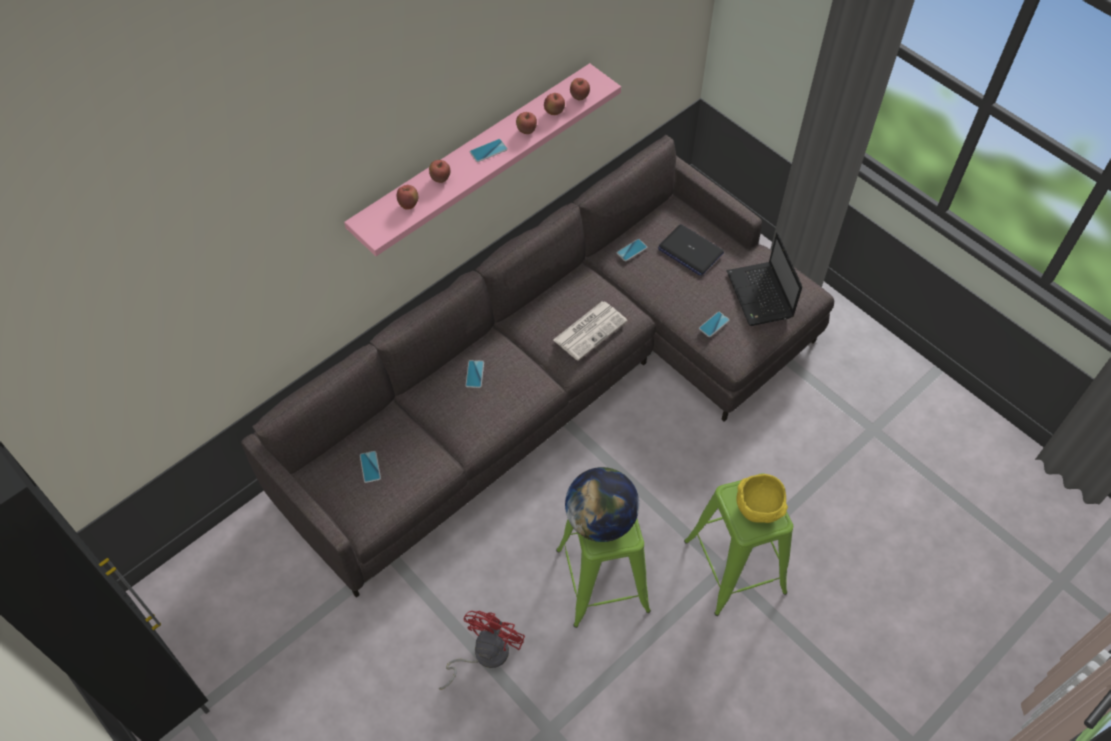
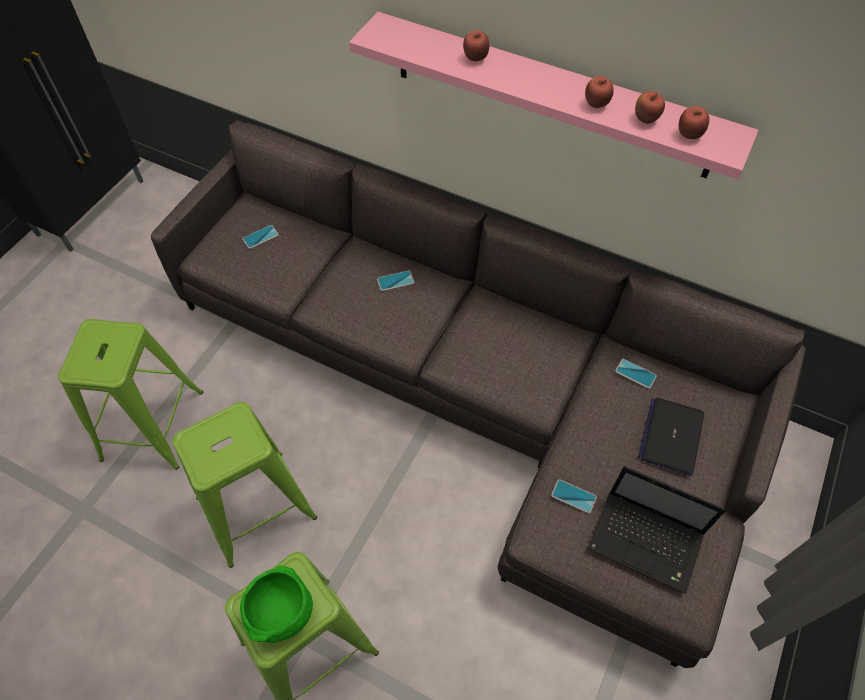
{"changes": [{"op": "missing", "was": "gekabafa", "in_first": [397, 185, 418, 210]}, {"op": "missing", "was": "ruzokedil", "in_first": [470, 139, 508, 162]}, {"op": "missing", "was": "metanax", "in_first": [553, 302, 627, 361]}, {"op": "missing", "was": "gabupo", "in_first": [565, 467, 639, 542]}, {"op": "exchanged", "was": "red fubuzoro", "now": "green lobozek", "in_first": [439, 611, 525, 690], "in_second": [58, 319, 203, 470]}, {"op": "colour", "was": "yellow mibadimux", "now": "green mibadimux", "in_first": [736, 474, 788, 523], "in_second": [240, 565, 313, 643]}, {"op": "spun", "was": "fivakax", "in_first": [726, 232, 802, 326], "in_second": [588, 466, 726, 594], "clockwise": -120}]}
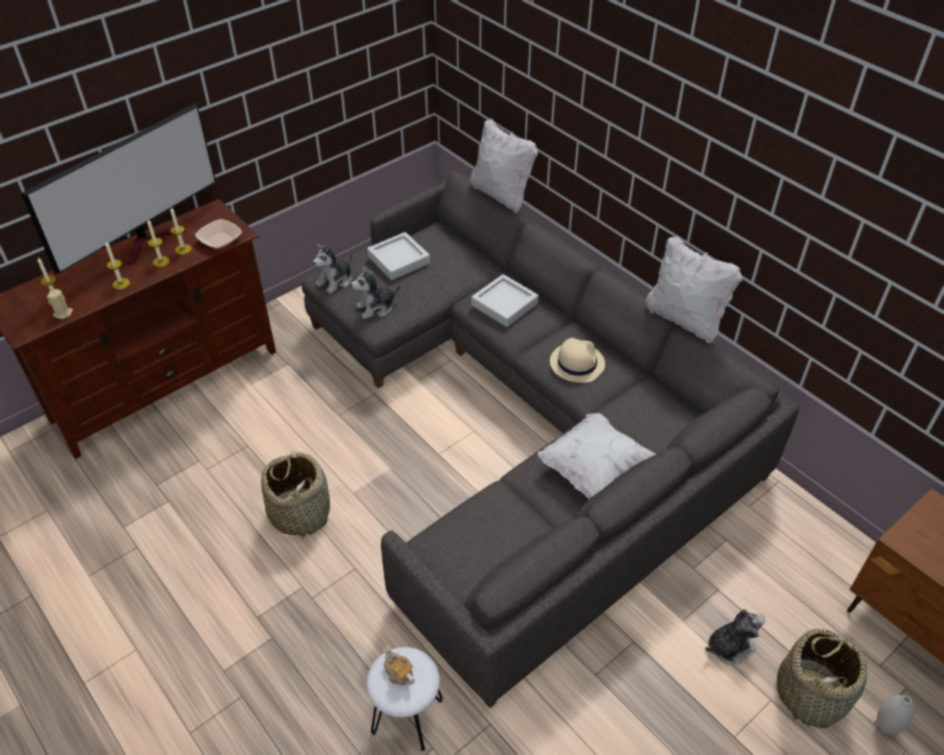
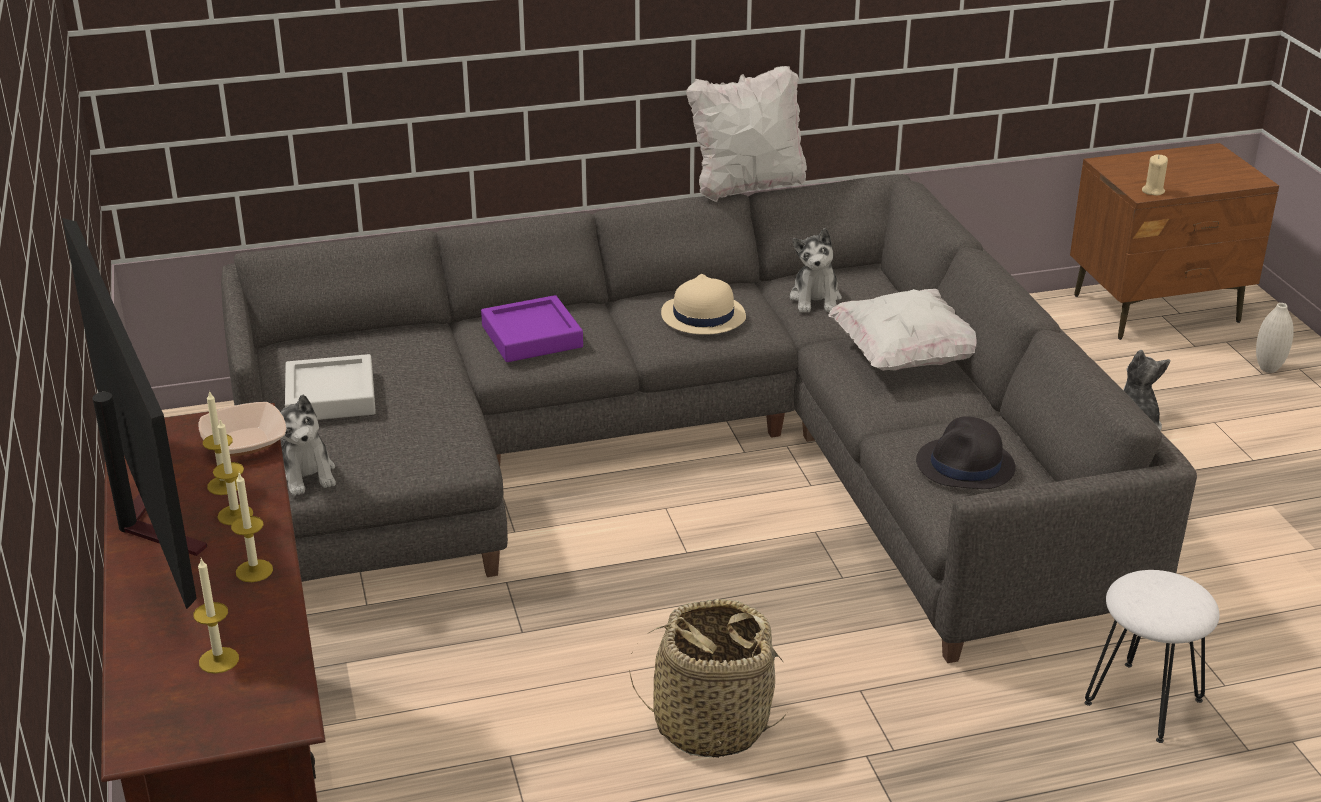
{"changes": [{"op": "missing", "was": "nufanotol", "in_first": [384, 646, 414, 685]}, {"op": "missing", "was": "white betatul", "in_first": [470, 118, 538, 213]}, {"op": "missing", "was": "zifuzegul", "in_first": [777, 629, 867, 728]}, {"op": "appeared", "now": "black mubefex", "in_second": [916, 416, 1016, 489]}, {"op": "relocated", "was": "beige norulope", "in_first": [47, 289, 73, 319], "in_second": [1142, 155, 1168, 196]}, {"op": "relocated", "was": "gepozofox", "in_first": [351, 265, 400, 319], "in_second": [790, 228, 842, 312]}, {"op": "colour", "was": "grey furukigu", "now": "purple furukigu", "in_first": [471, 274, 539, 327], "in_second": [481, 295, 583, 362]}]}
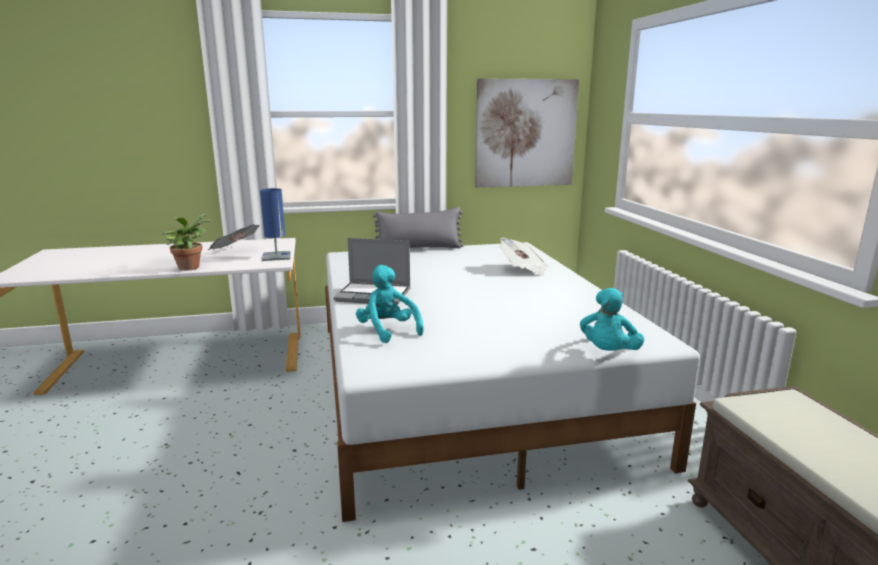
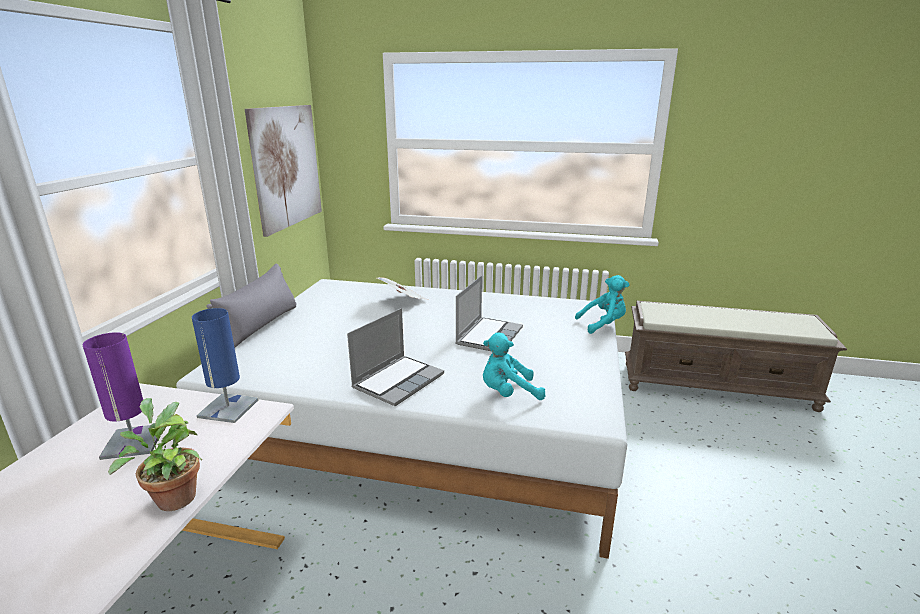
{"changes": [{"op": "appeared", "now": "fivakax", "in_second": [455, 275, 523, 351]}, {"op": "exchanged", "was": "metanax", "now": "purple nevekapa", "in_first": [208, 224, 259, 250], "in_second": [83, 332, 158, 460]}, {"op": "spun", "was": "turquoise gepozofox", "in_first": [580, 288, 644, 351], "in_second": [575, 275, 629, 334], "clockwise": -60}]}
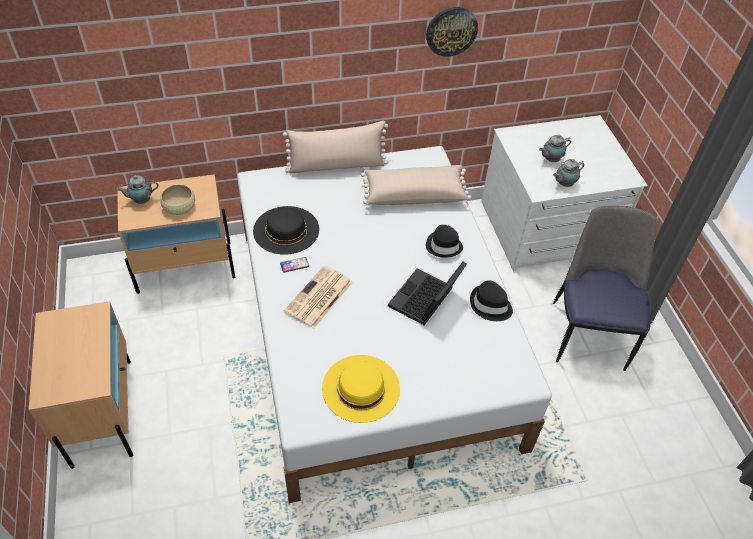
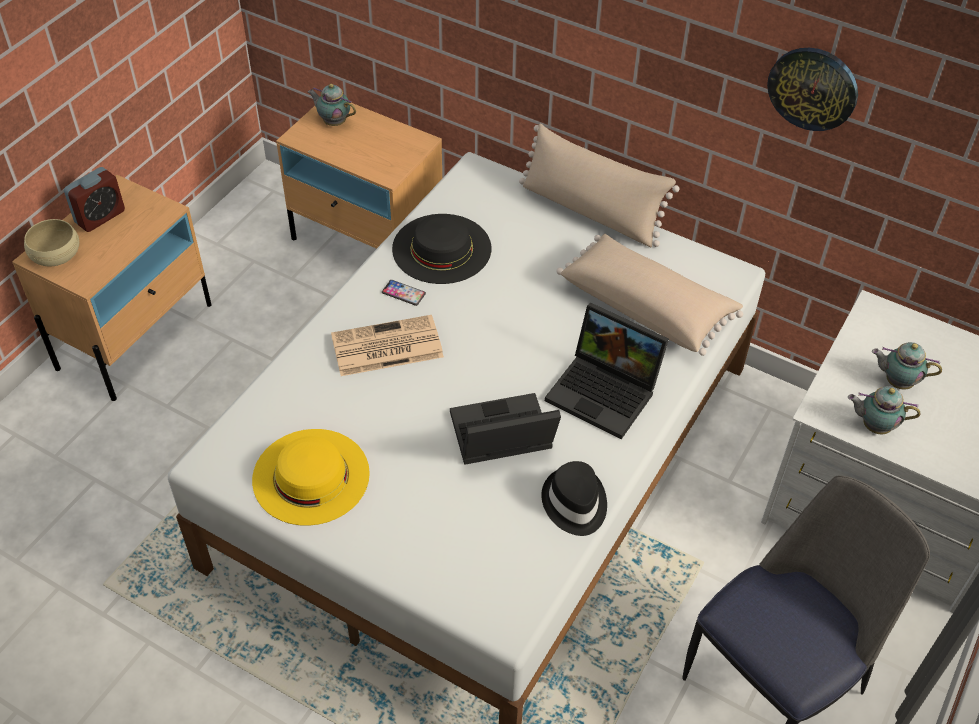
{"changes": [{"op": "appeared", "now": "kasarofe", "in_second": [64, 167, 125, 232]}, {"op": "relocated", "was": "beige mibadimux", "in_first": [160, 184, 195, 215], "in_second": [24, 219, 79, 267]}, {"op": "exchanged", "was": "black mubefex", "now": "fivakax", "in_first": [426, 225, 463, 258], "in_second": [545, 303, 669, 439]}]}
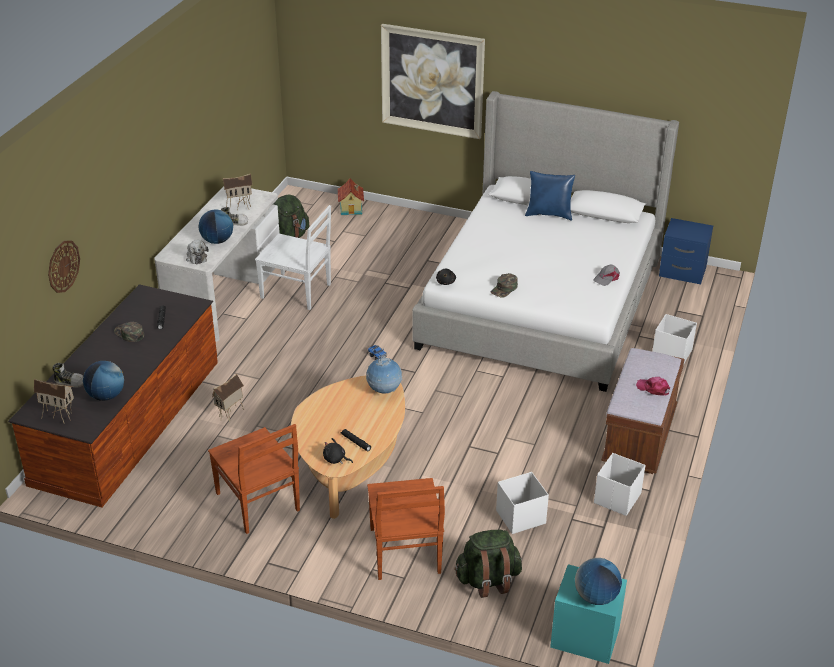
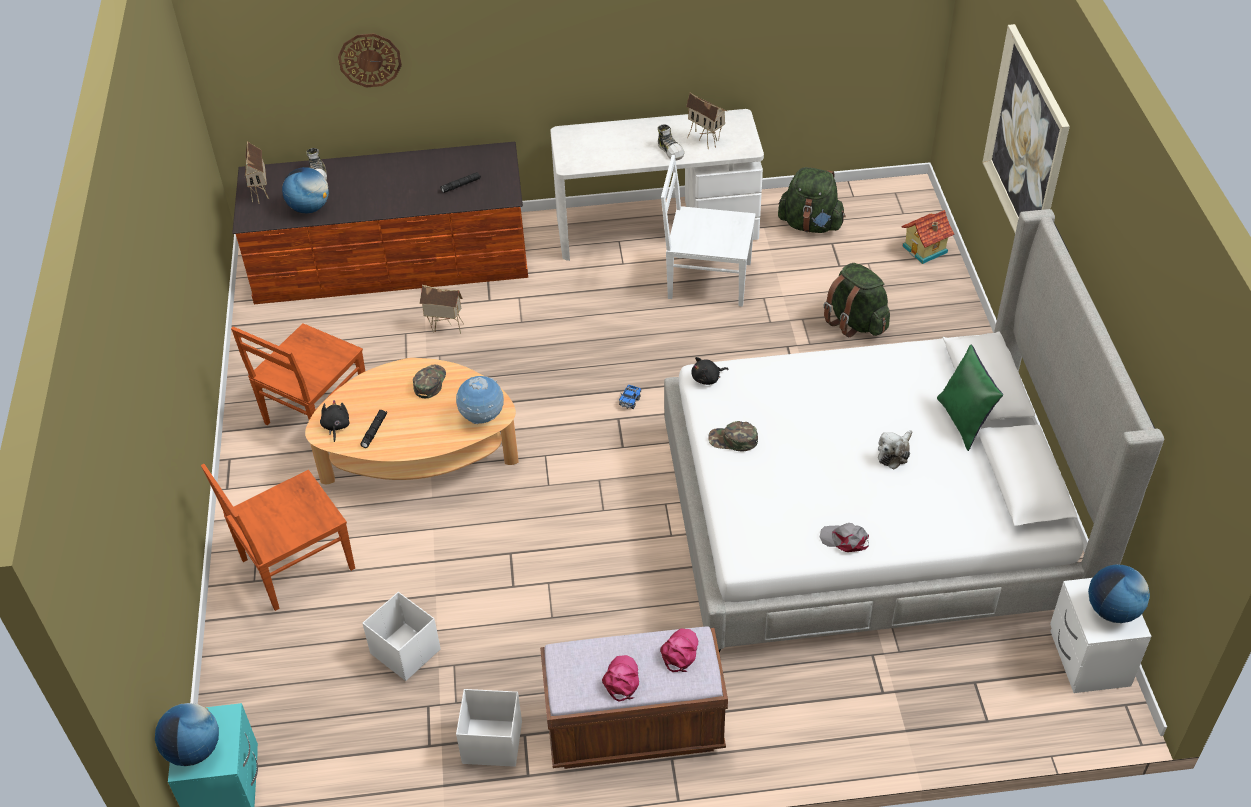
{"changes": [{"op": "missing", "was": "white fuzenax", "in_first": [652, 314, 697, 363]}, {"op": "appeared", "now": "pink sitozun", "in_second": [660, 629, 698, 672]}, {"op": "relocated", "was": "green sitozun", "in_first": [114, 322, 144, 342], "in_second": [413, 365, 446, 398]}, {"op": "relocated", "was": "gepozofox", "in_first": [186, 240, 209, 264], "in_second": [878, 430, 912, 469]}, {"op": "relocated", "was": "gabupo", "in_first": [199, 209, 233, 244], "in_second": [1088, 564, 1150, 623]}, {"op": "relocated", "was": "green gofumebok", "in_first": [454, 530, 522, 598], "in_second": [824, 263, 890, 337]}, {"op": "colour", "was": "blue betatul", "now": "green betatul", "in_first": [525, 171, 575, 220], "in_second": [937, 344, 1003, 451]}, {"op": "colour", "was": "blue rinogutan", "now": "white rinogutan", "in_first": [659, 218, 713, 284], "in_second": [1050, 578, 1152, 693]}, {"op": "spun", "was": "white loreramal", "in_first": [255, 205, 331, 310], "in_second": [661, 155, 755, 307], "clockwise": 105}]}
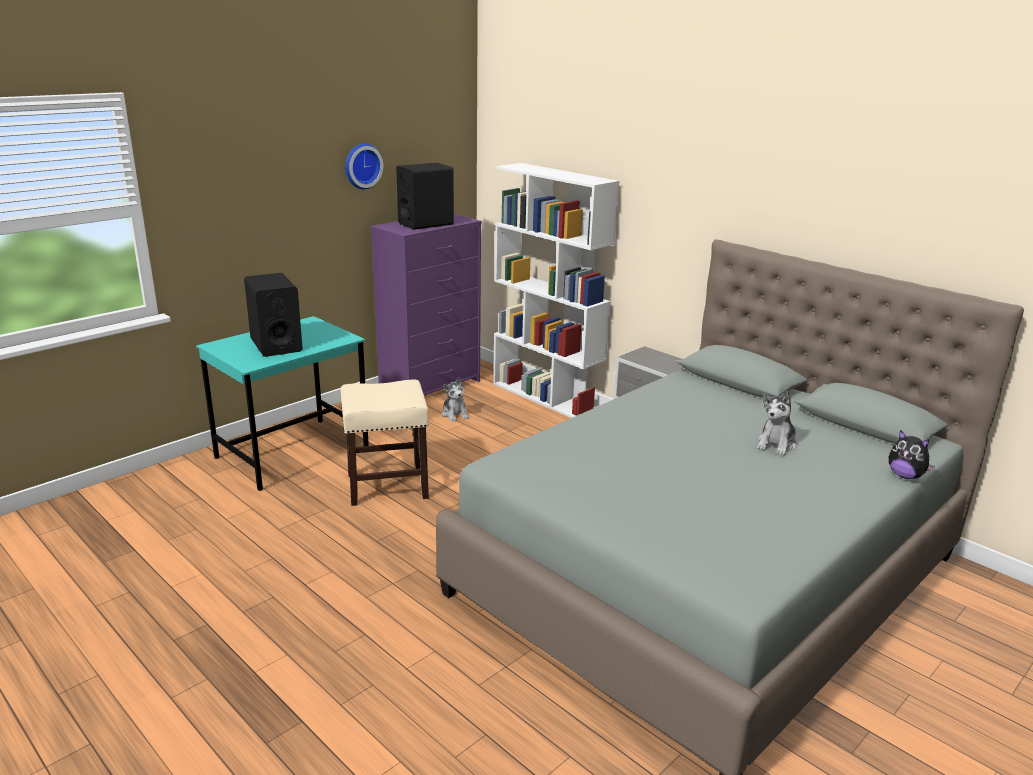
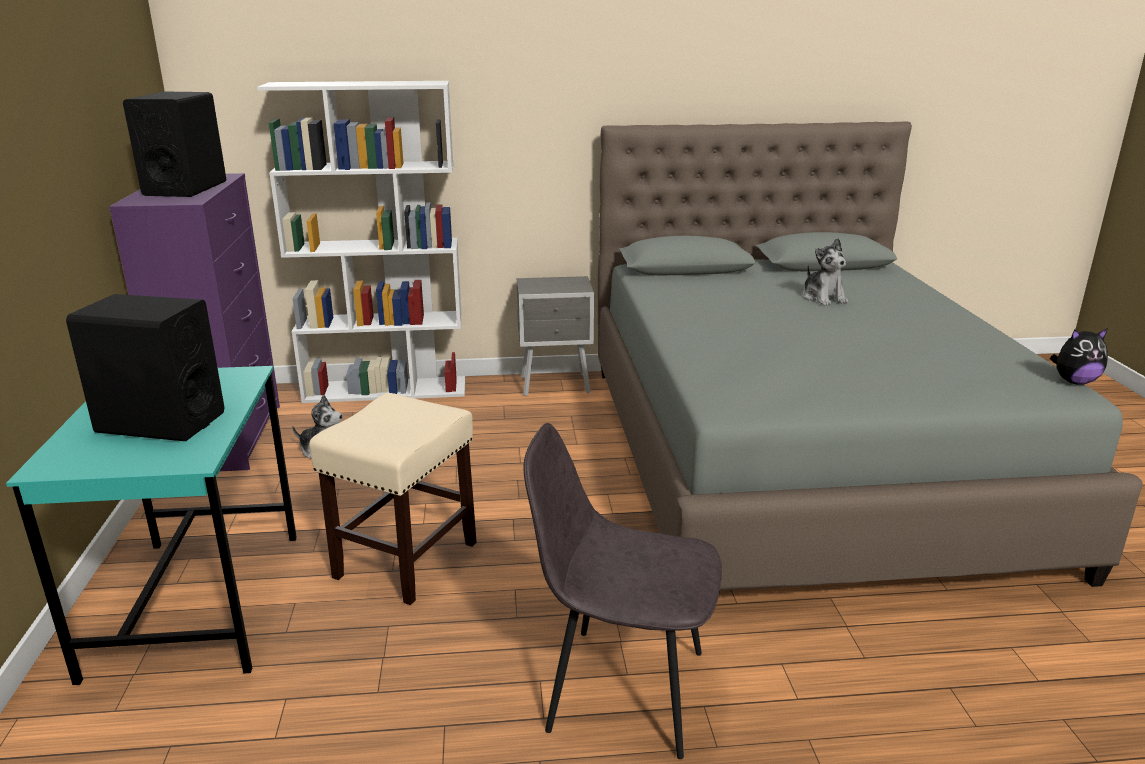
{"changes": [{"op": "missing", "was": "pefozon", "in_first": [345, 144, 383, 189]}, {"op": "appeared", "now": "grey loreramal", "in_second": [524, 423, 722, 759]}, {"op": "relocated", "was": "gepozofox", "in_first": [889, 430, 935, 479], "in_second": [1050, 328, 1108, 385]}]}
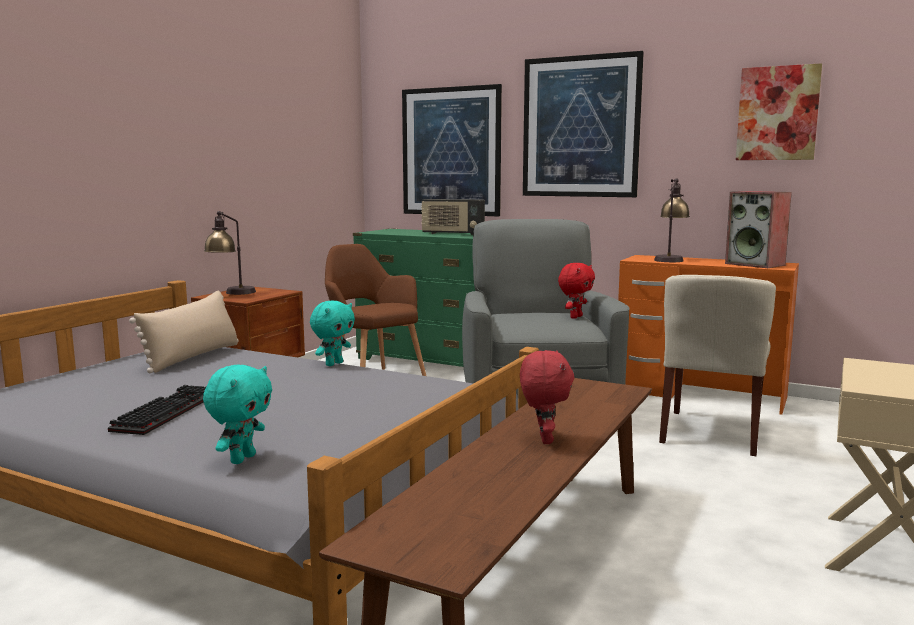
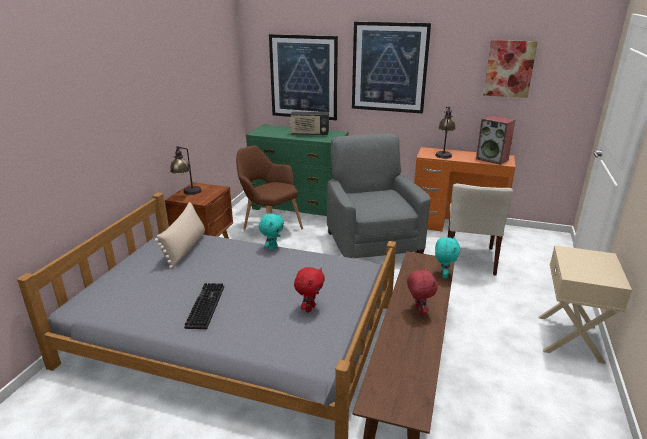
{"changes": [{"op": "relocated", "was": "turquoise gepozofox", "in_first": [203, 365, 272, 464], "in_second": [435, 236, 460, 278]}, {"op": "relocated", "was": "red gepozofox", "in_first": [558, 263, 595, 319], "in_second": [294, 267, 325, 313]}]}
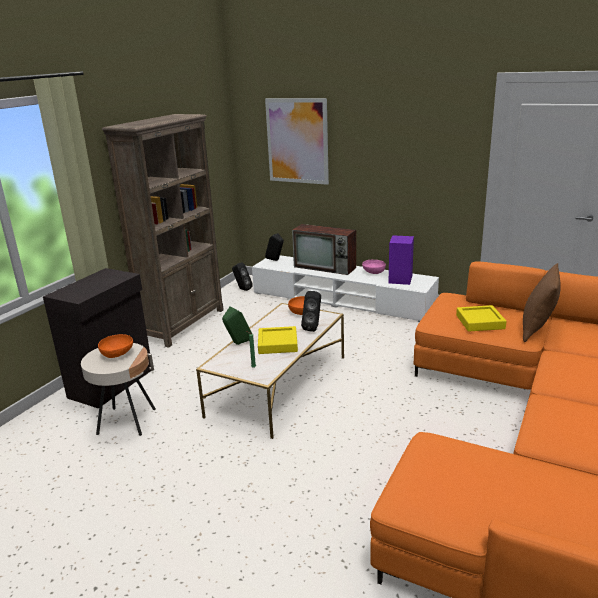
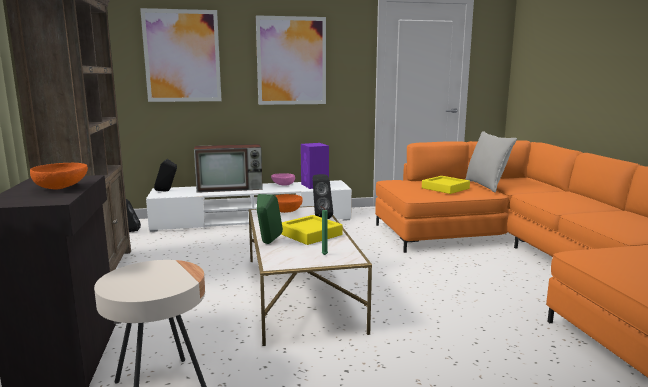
{"changes": [{"op": "appeared", "now": "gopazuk", "in_second": [256, 15, 326, 105]}, {"op": "relocated", "was": "orange mibadimux", "in_first": [98, 334, 133, 358], "in_second": [30, 163, 88, 190]}, {"op": "colour", "was": "brown betatul", "now": "grey betatul", "in_first": [523, 263, 561, 342], "in_second": [465, 131, 517, 193]}]}
